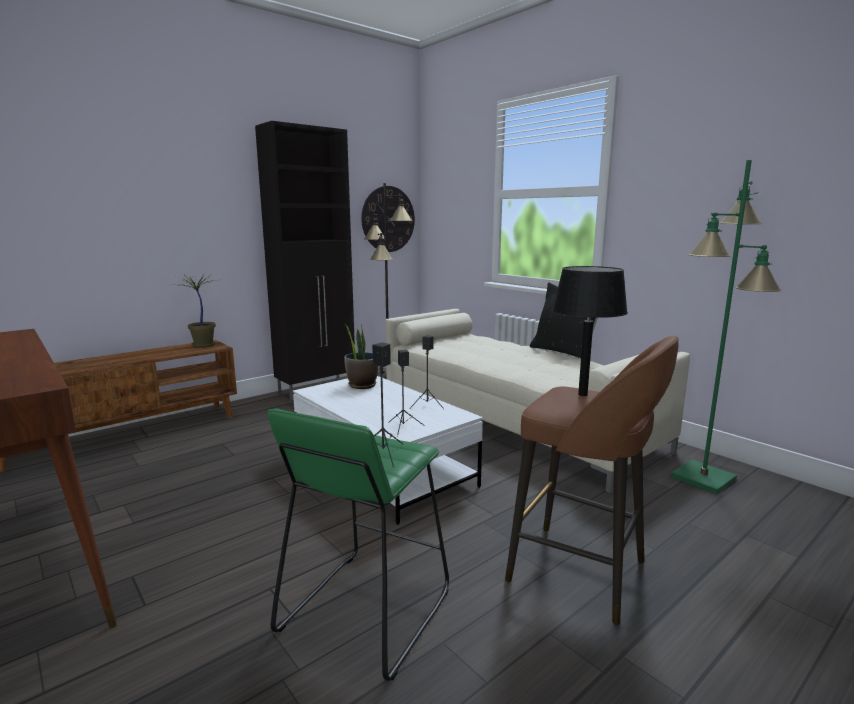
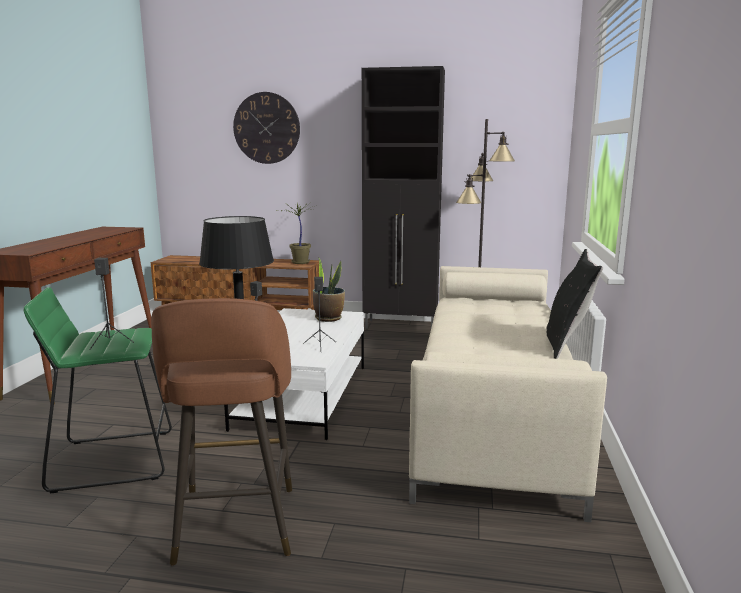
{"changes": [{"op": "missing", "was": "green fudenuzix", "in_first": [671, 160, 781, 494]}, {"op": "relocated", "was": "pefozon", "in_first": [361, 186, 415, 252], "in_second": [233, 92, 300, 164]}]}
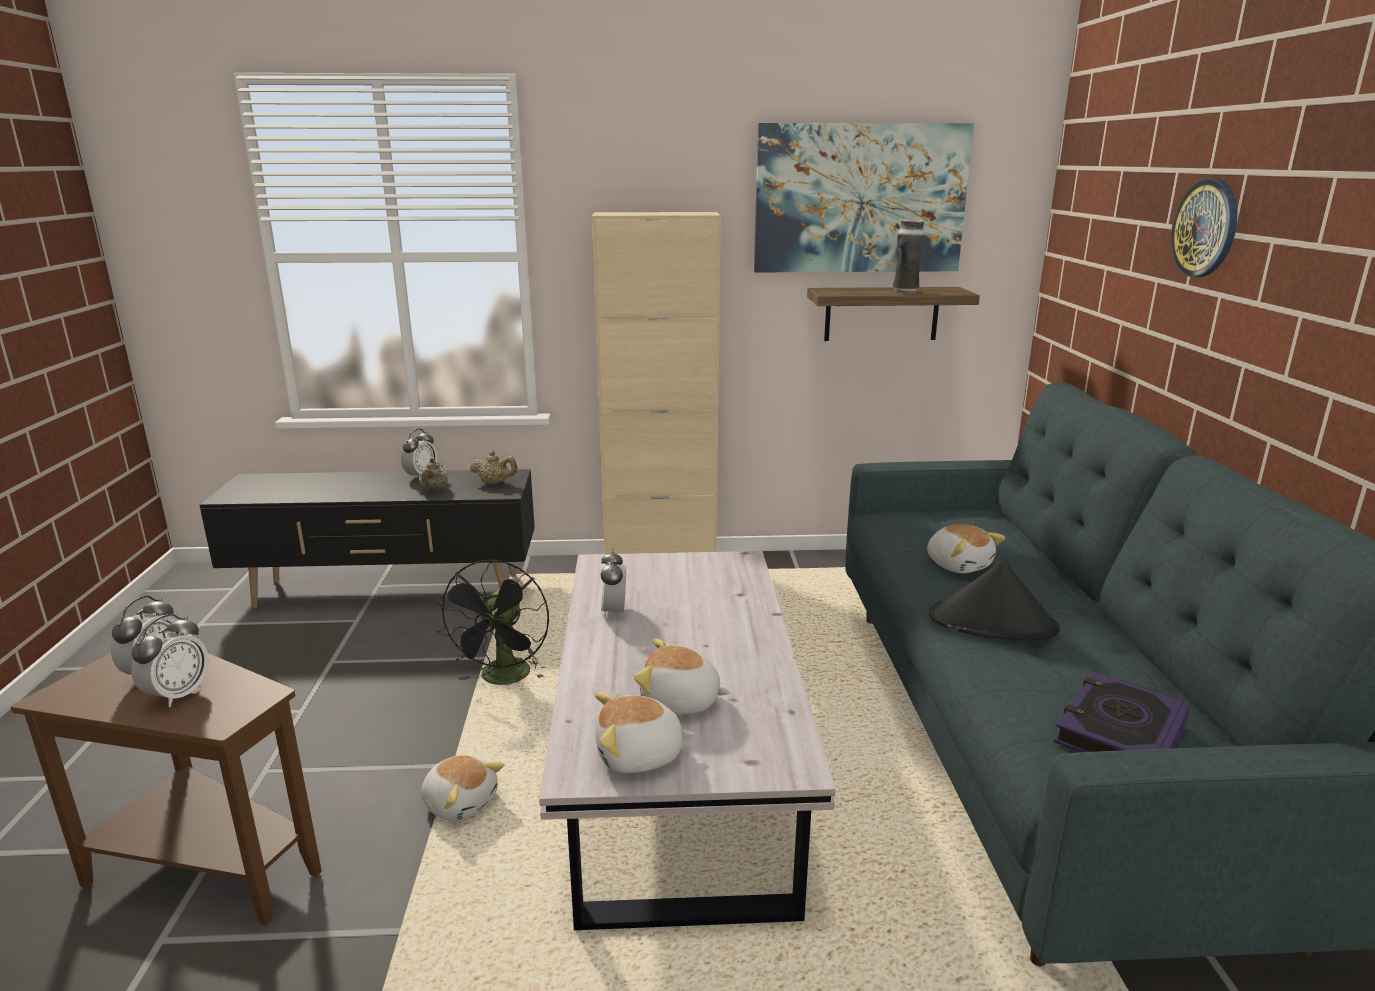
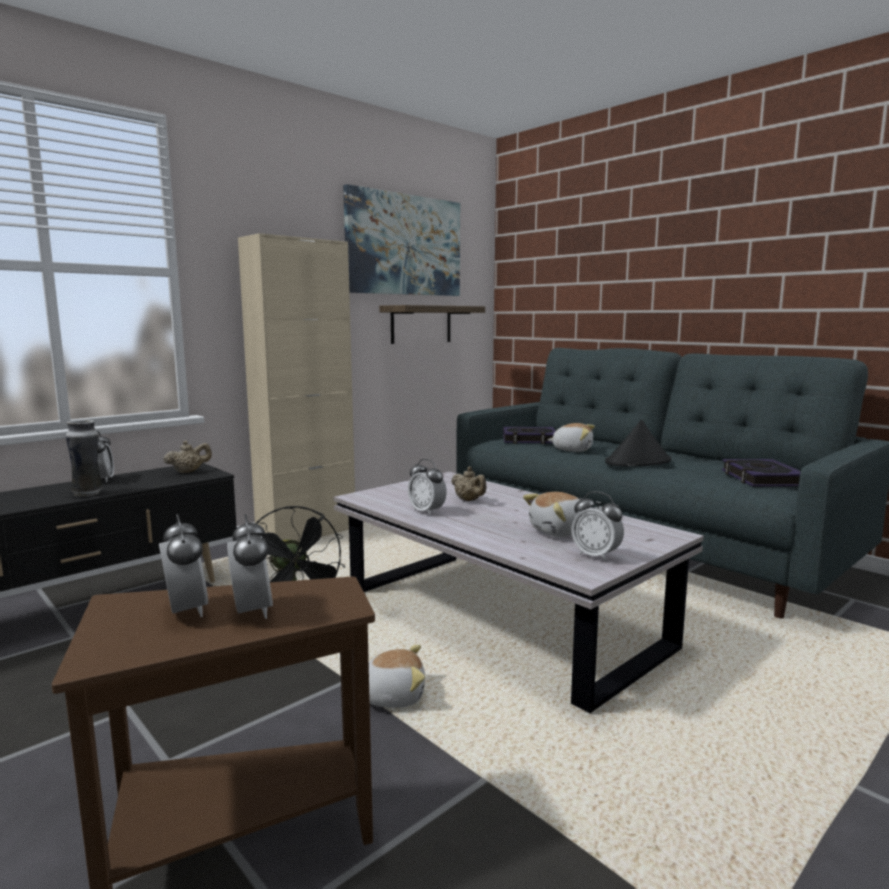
{"changes": [{"op": "missing", "was": "pefozon", "in_first": [1171, 178, 1238, 277]}, {"op": "appeared", "now": "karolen", "in_second": [503, 427, 555, 444]}, {"op": "relocated", "was": "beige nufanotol", "in_first": [420, 458, 448, 492], "in_second": [451, 467, 486, 501]}, {"op": "relocated", "was": "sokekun", "in_first": [893, 220, 925, 294], "in_second": [66, 420, 103, 496]}, {"op": "exchanged", "was": "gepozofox", "now": "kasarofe", "in_first": [595, 692, 694, 773], "in_second": [571, 491, 624, 561]}]}
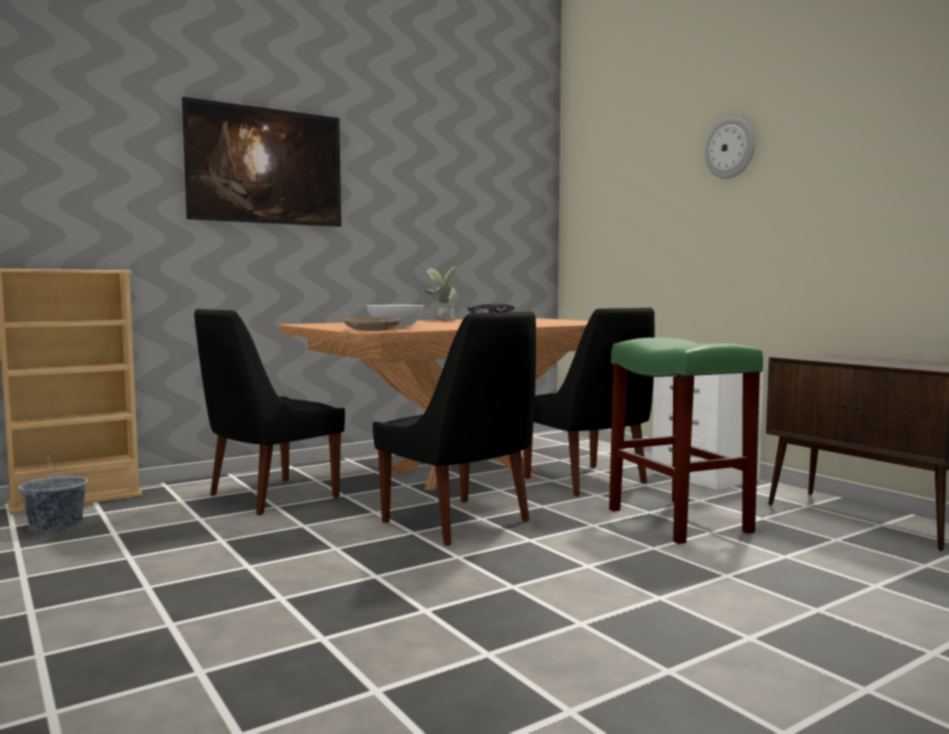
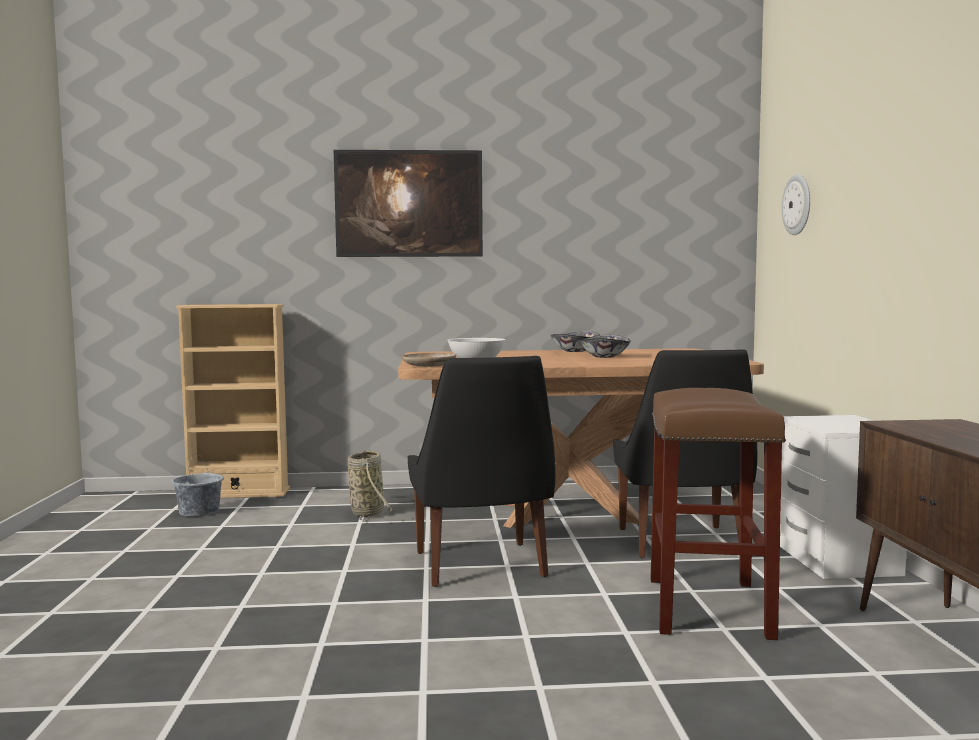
{"changes": [{"op": "relocated", "was": "pefozon", "in_first": [705, 117, 755, 179], "in_second": [782, 174, 810, 235]}, {"op": "exchanged", "was": "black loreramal", "now": "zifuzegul", "in_first": [194, 309, 345, 515], "in_second": [347, 451, 392, 521]}, {"op": "exchanged", "was": "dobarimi", "now": "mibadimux", "in_first": [424, 267, 457, 321], "in_second": [550, 331, 600, 352]}, {"op": "colour", "was": "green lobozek", "now": "brown lobozek", "in_first": [609, 337, 763, 544], "in_second": [650, 388, 786, 640]}]}
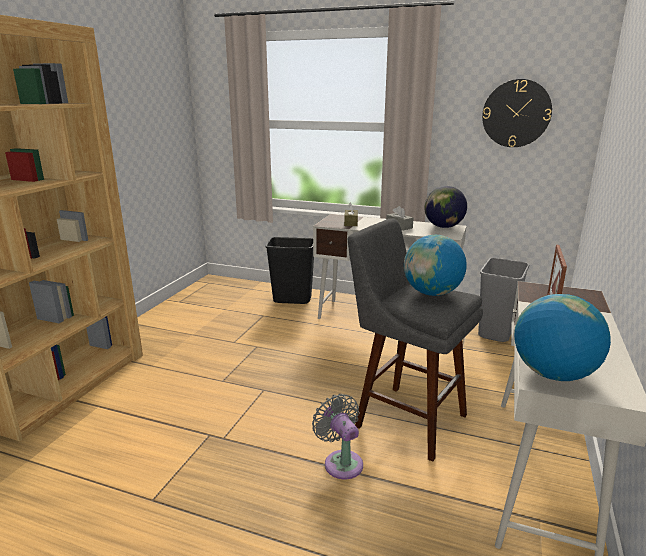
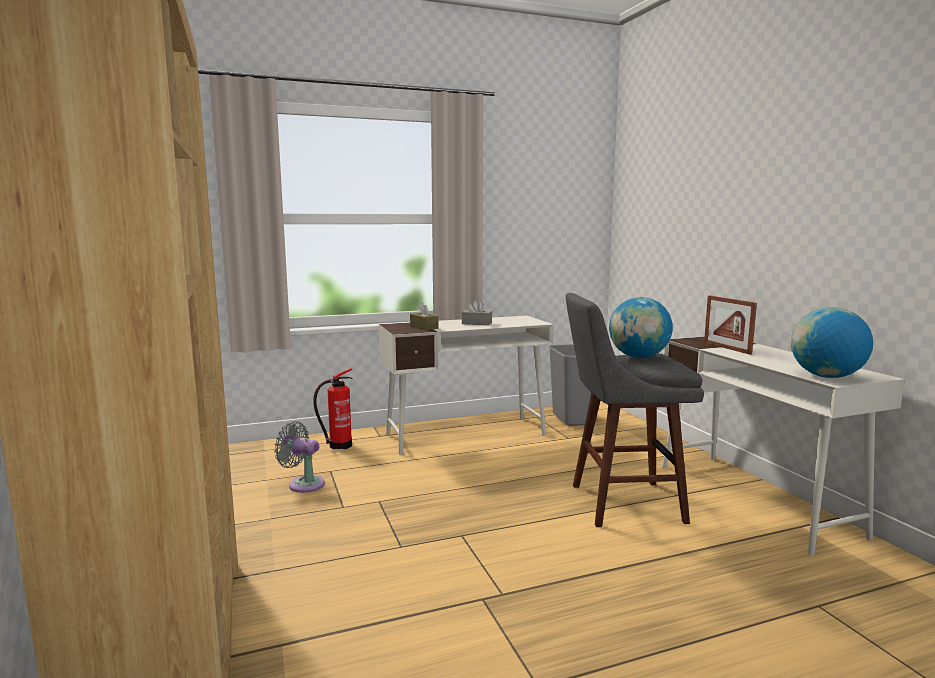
{"changes": [{"op": "missing", "was": "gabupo", "in_first": [424, 186, 467, 228]}, {"op": "missing", "was": "pefozon", "in_first": [482, 79, 552, 147]}, {"op": "relocated", "was": "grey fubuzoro", "in_first": [312, 394, 363, 479], "in_second": [274, 421, 325, 493]}, {"op": "exchanged", "was": "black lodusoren", "now": "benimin", "in_first": [266, 237, 314, 304], "in_second": [313, 368, 353, 449]}]}
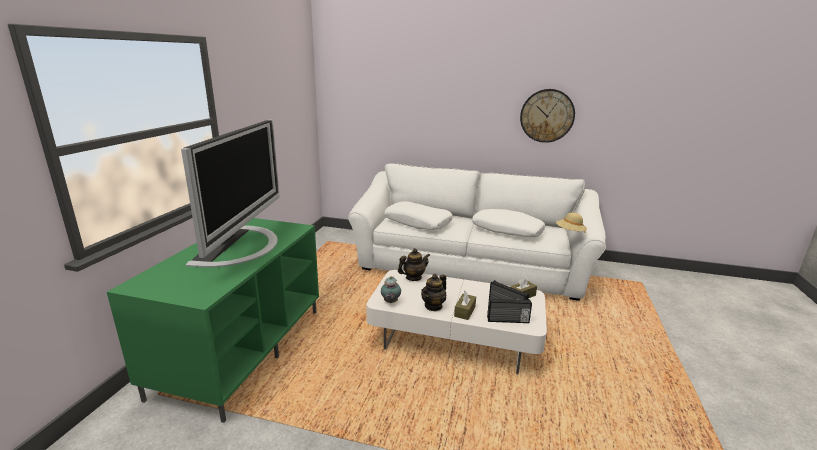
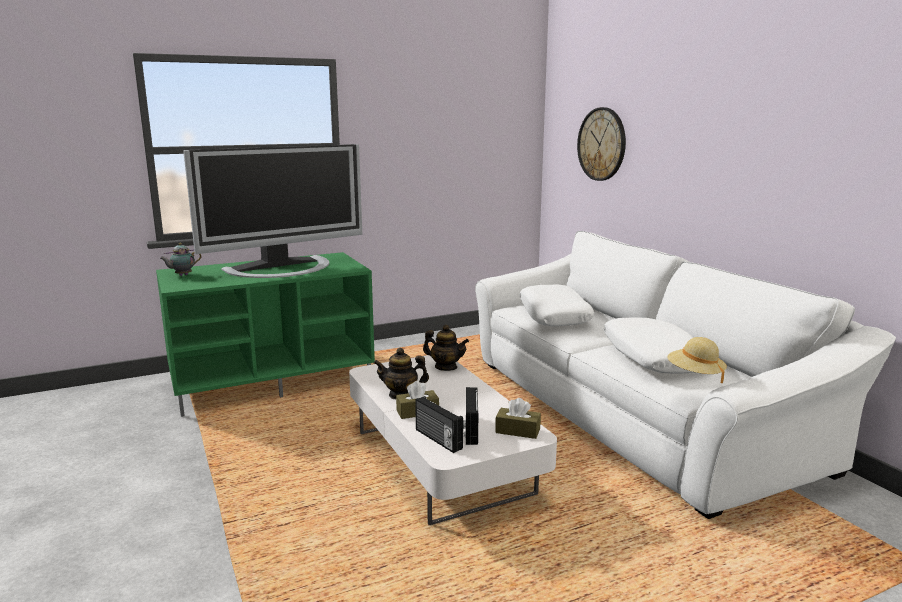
{"changes": [{"op": "relocated", "was": "nufanotol", "in_first": [381, 276, 401, 303], "in_second": [160, 243, 201, 276]}, {"op": "relocated", "was": "pefozon", "in_first": [520, 89, 575, 143], "in_second": [577, 107, 626, 181]}]}
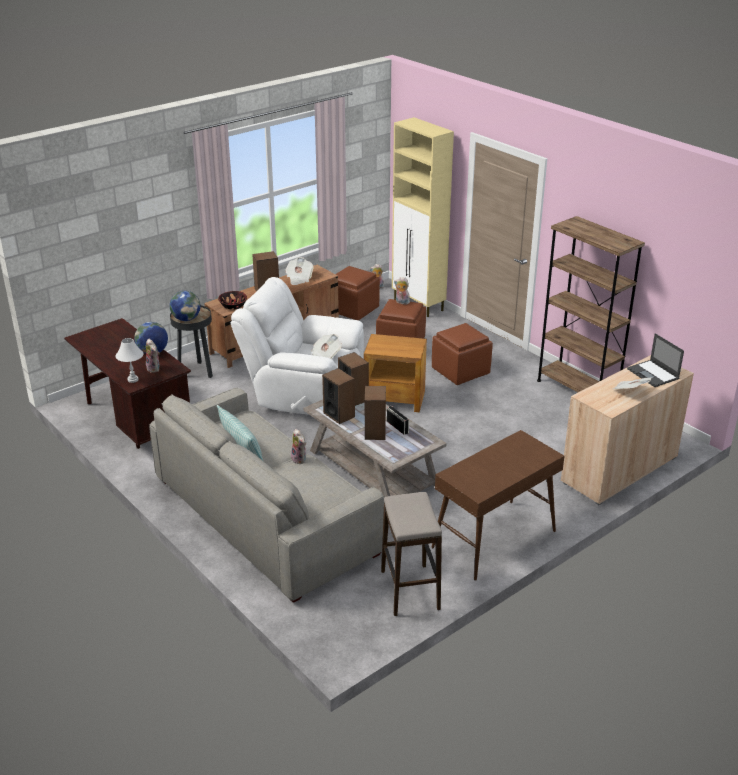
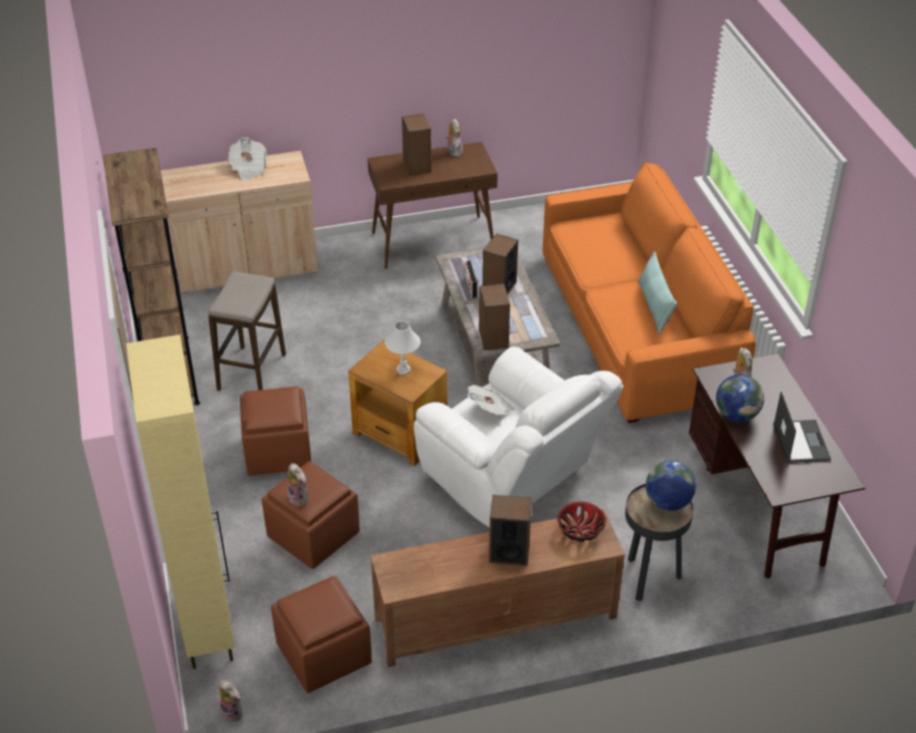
{"changes": [{"op": "missing", "was": "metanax", "in_first": [285, 257, 314, 285]}, {"op": "relocated", "was": "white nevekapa", "in_first": [115, 338, 144, 383], "in_second": [385, 321, 421, 375]}, {"op": "relocated", "was": "gepozofox", "in_first": [291, 429, 306, 464], "in_second": [446, 118, 463, 157]}, {"op": "relocated", "was": "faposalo", "in_first": [322, 368, 355, 424], "in_second": [402, 113, 432, 175]}, {"op": "relocated", "was": "lobozek", "in_first": [381, 492, 442, 616], "in_second": [208, 271, 286, 391]}, {"op": "relocated", "was": "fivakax", "in_first": [627, 333, 684, 387], "in_second": [773, 392, 831, 463]}, {"op": "colour", "was": "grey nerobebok", "now": "orange nerobebok", "in_first": [149, 388, 385, 603], "in_second": [543, 163, 756, 423]}]}
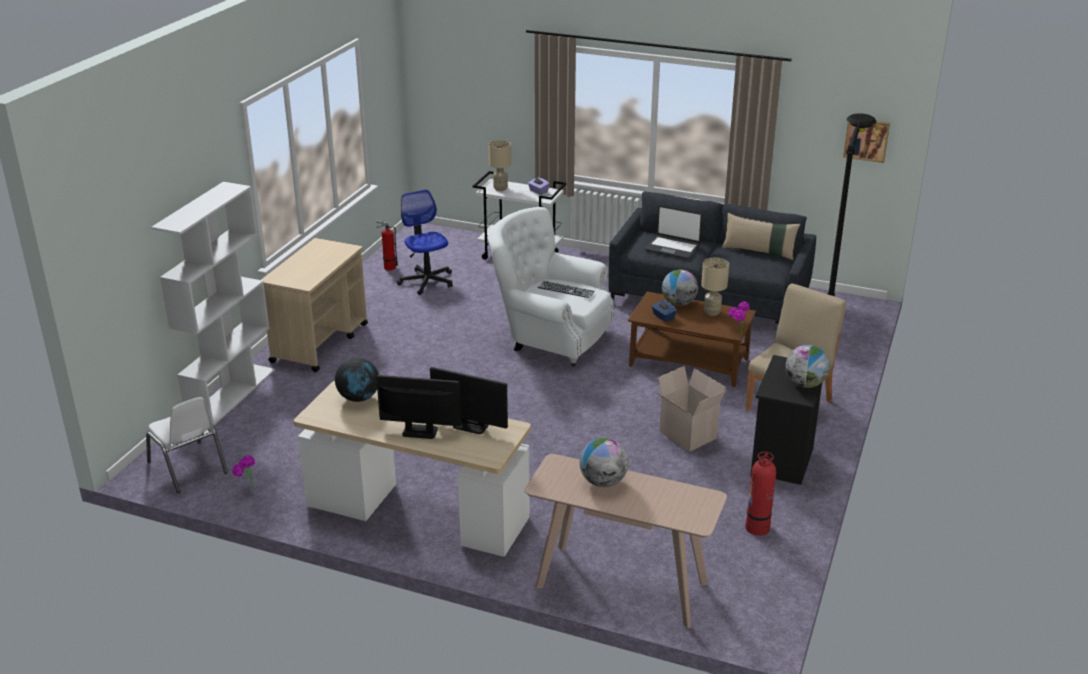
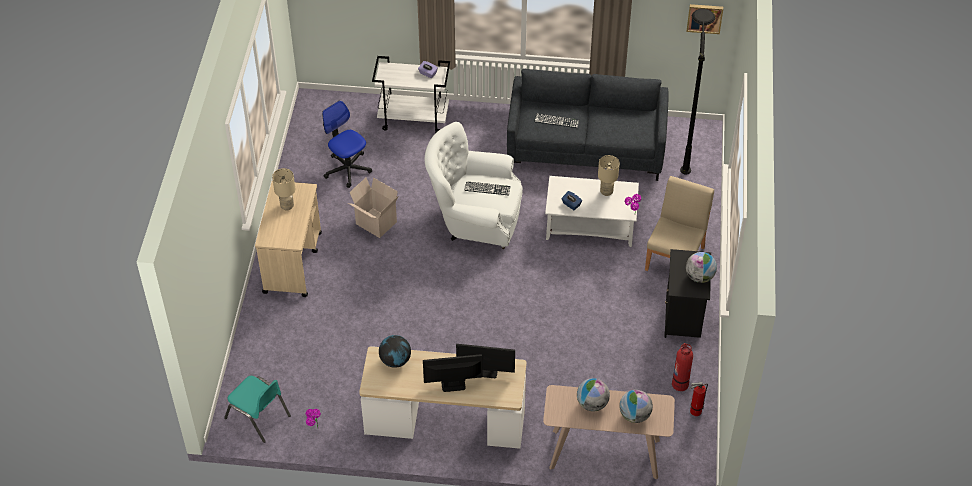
{"changes": [{"op": "missing", "was": "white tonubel", "in_first": [151, 182, 275, 425]}, {"op": "missing", "was": "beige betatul", "in_first": [722, 213, 800, 260]}, {"op": "relocated", "was": "benimin", "in_first": [376, 220, 398, 271], "in_second": [690, 382, 708, 416]}, {"op": "relocated", "was": "beige nevekapa", "in_first": [489, 140, 511, 191], "in_second": [272, 168, 295, 210]}, {"op": "relocated", "was": "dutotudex", "in_first": [654, 366, 726, 452], "in_second": [348, 177, 398, 238]}, {"op": "relocated", "was": "gabupo", "in_first": [662, 270, 698, 306], "in_second": [619, 390, 653, 423]}, {"op": "exchanged", "was": "fivakax", "now": "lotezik", "in_first": [645, 205, 702, 259], "in_second": [534, 114, 579, 128]}, {"op": "colour", "was": "white loreramal", "now": "turquoise loreramal", "in_first": [146, 397, 228, 493], "in_second": [224, 376, 291, 443]}, {"op": "colour", "was": "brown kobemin", "now": "white kobemin", "in_first": [628, 292, 756, 387], "in_second": [545, 176, 639, 247]}]}
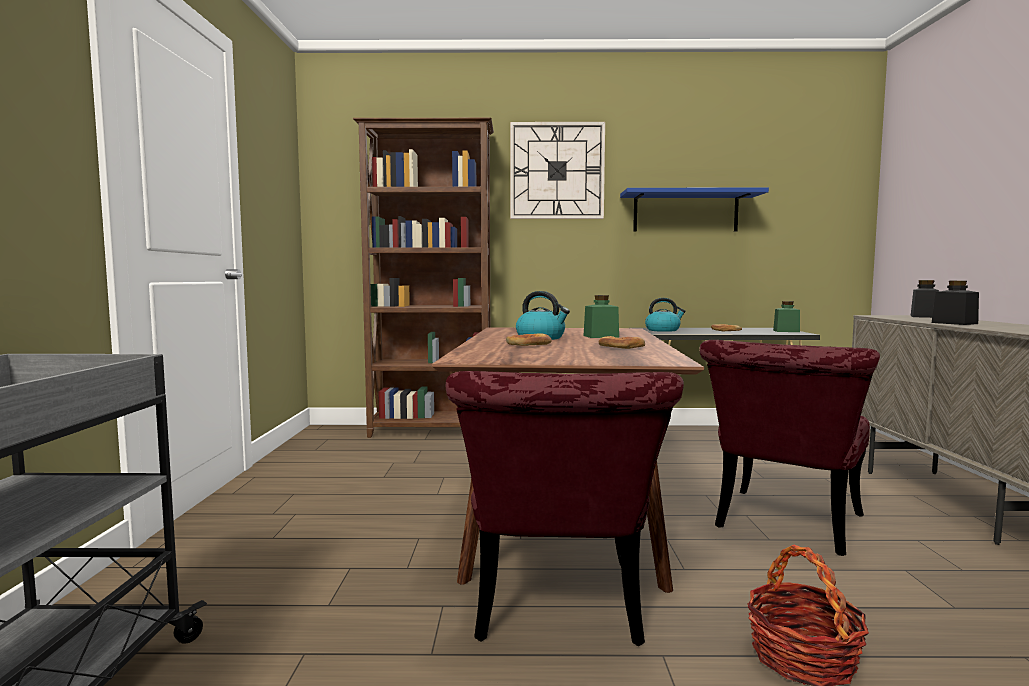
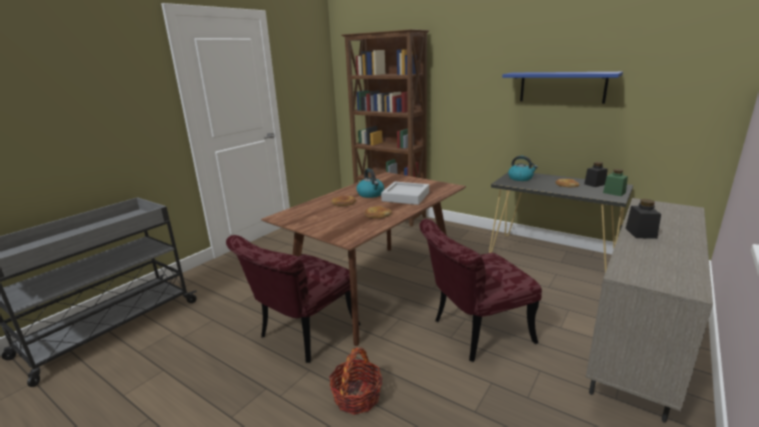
{"changes": [{"op": "missing", "was": "pefozon", "in_first": [510, 122, 605, 219]}, {"op": "relocated", "was": "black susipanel", "in_first": [911, 280, 939, 318], "in_second": [584, 162, 608, 187]}, {"op": "exchanged", "was": "green susipanel", "now": "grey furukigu", "in_first": [583, 295, 619, 338], "in_second": [381, 182, 429, 205]}]}
